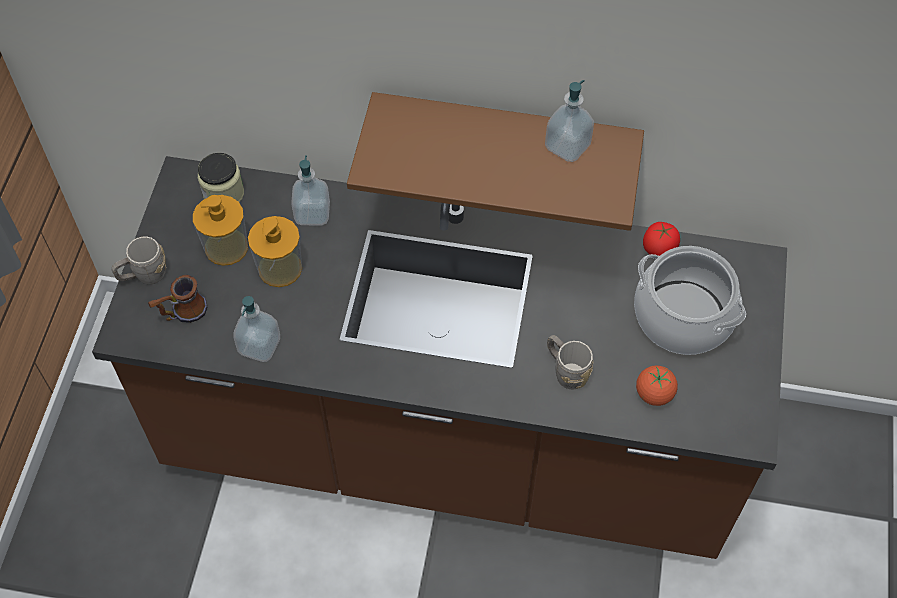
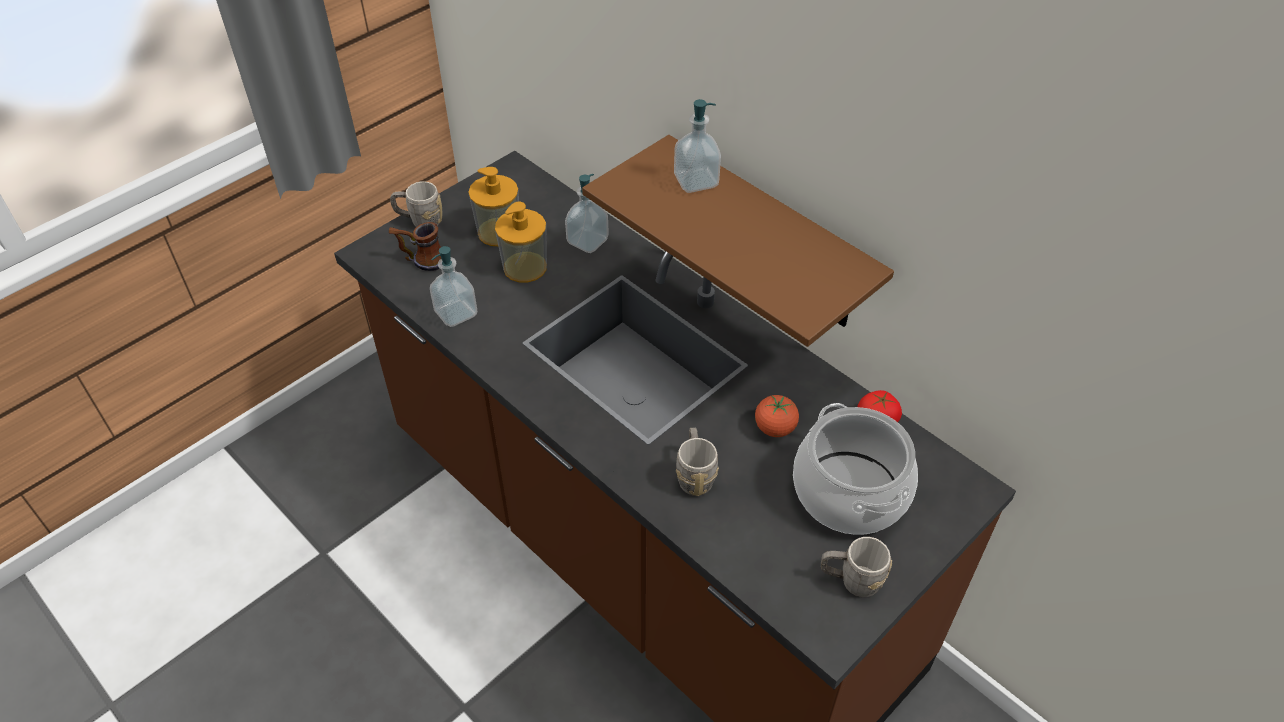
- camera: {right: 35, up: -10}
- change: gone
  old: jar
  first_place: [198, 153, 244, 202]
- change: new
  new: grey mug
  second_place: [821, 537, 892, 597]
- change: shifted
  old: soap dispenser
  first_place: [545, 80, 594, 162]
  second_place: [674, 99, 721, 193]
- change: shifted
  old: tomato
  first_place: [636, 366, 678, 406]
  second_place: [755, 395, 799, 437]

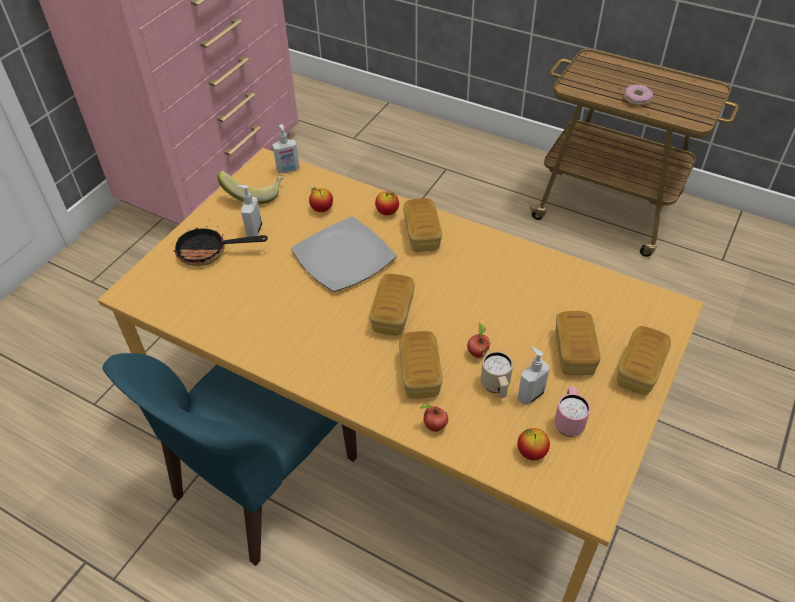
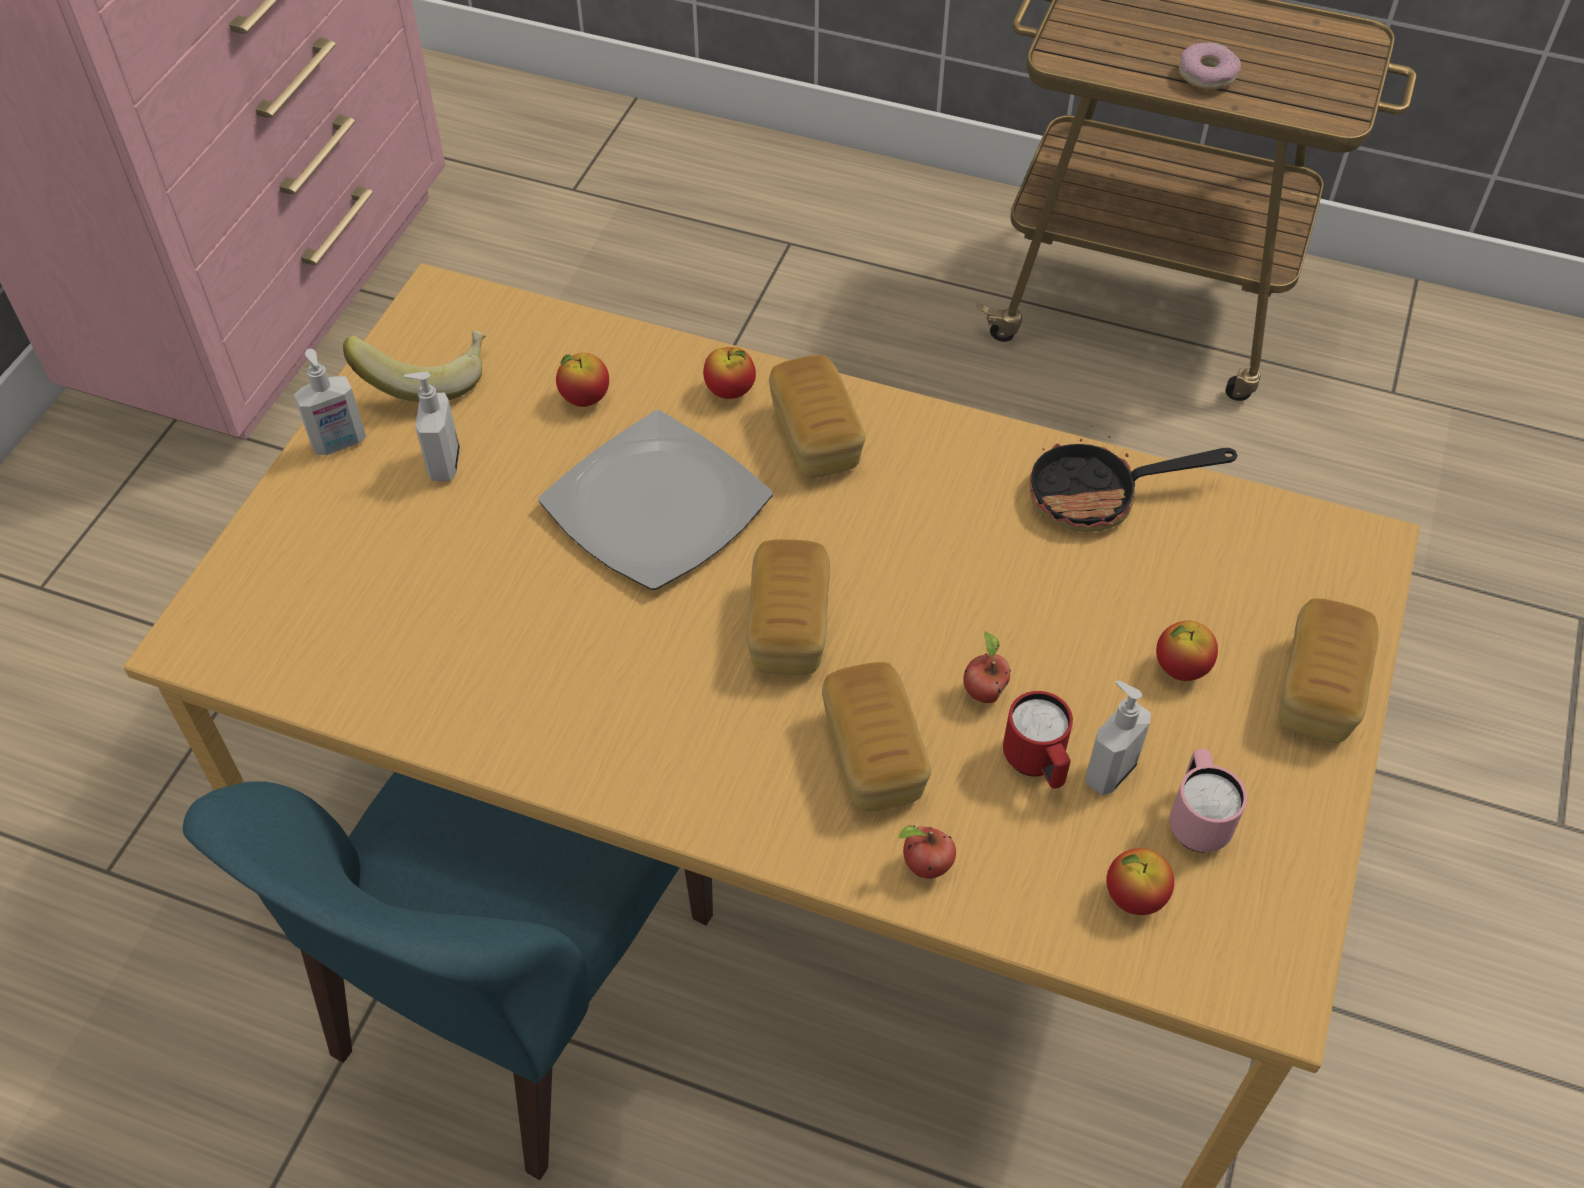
- camera: {right: -10, up: 5}
- change: shifted
  old: frying pan
  first_place: [174, 226, 268, 266]
  second_place: [1030, 426, 1237, 532]
- change: shifted
  old: soap dispenser
  first_place: [272, 124, 299, 173]
  second_place: [294, 349, 366, 455]
- change: swapped
  old: bread
  new: apple
  first_place: [556, 311, 601, 375]
  second_place: [1156, 621, 1218, 681]
- change: repainted
  old: beige mug
  new: red mug
  first_place: [481, 351, 513, 398]
  second_place: [1003, 691, 1073, 789]

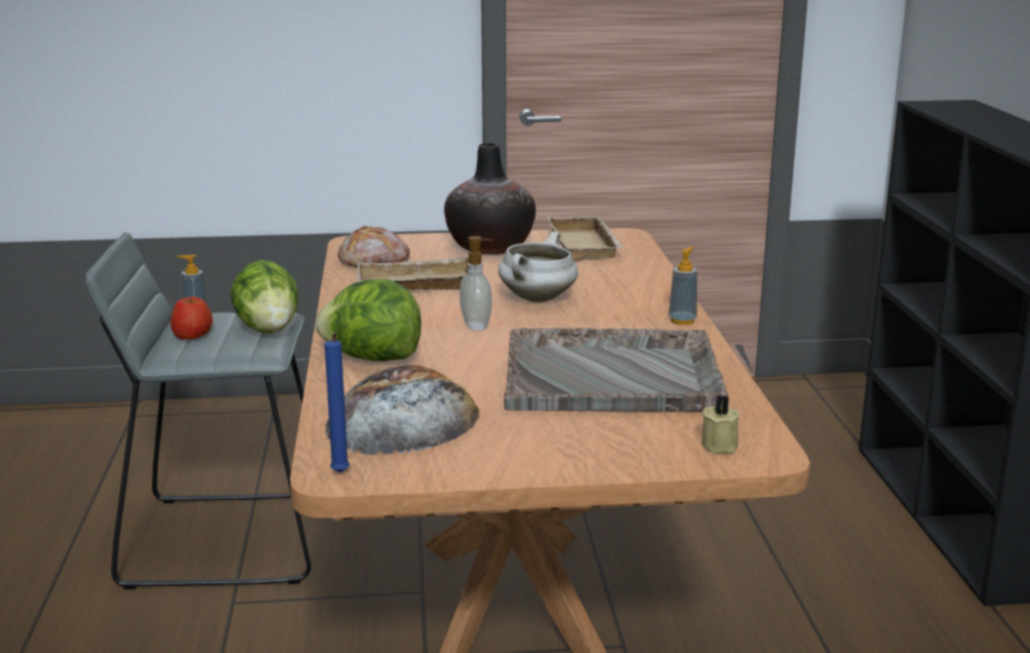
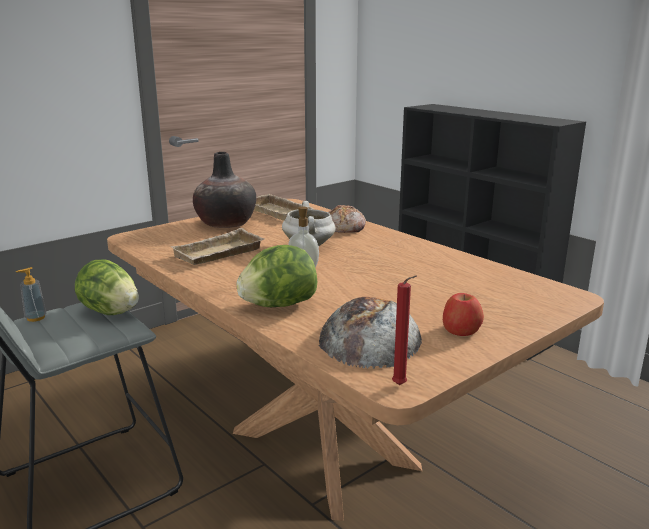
- camera: {right: -35, up: 0}
- change: gone
  old: grey tray
  first_place: [504, 328, 728, 412]
- change: gone
  old: soap dispenser
  first_place: [668, 246, 697, 325]
- change: gone
  old: beige candle
  first_place: [702, 395, 739, 453]
- change: shifted
  old: apple
  first_place: [171, 297, 212, 340]
  second_place: [443, 293, 484, 336]
- change: shifted
  old: bread
  first_place: [338, 226, 410, 267]
  second_place: [328, 205, 366, 233]
- change: repainted
  old: blue candle
  new: red candle
  first_place: [325, 333, 350, 473]
  second_place: [392, 276, 417, 385]

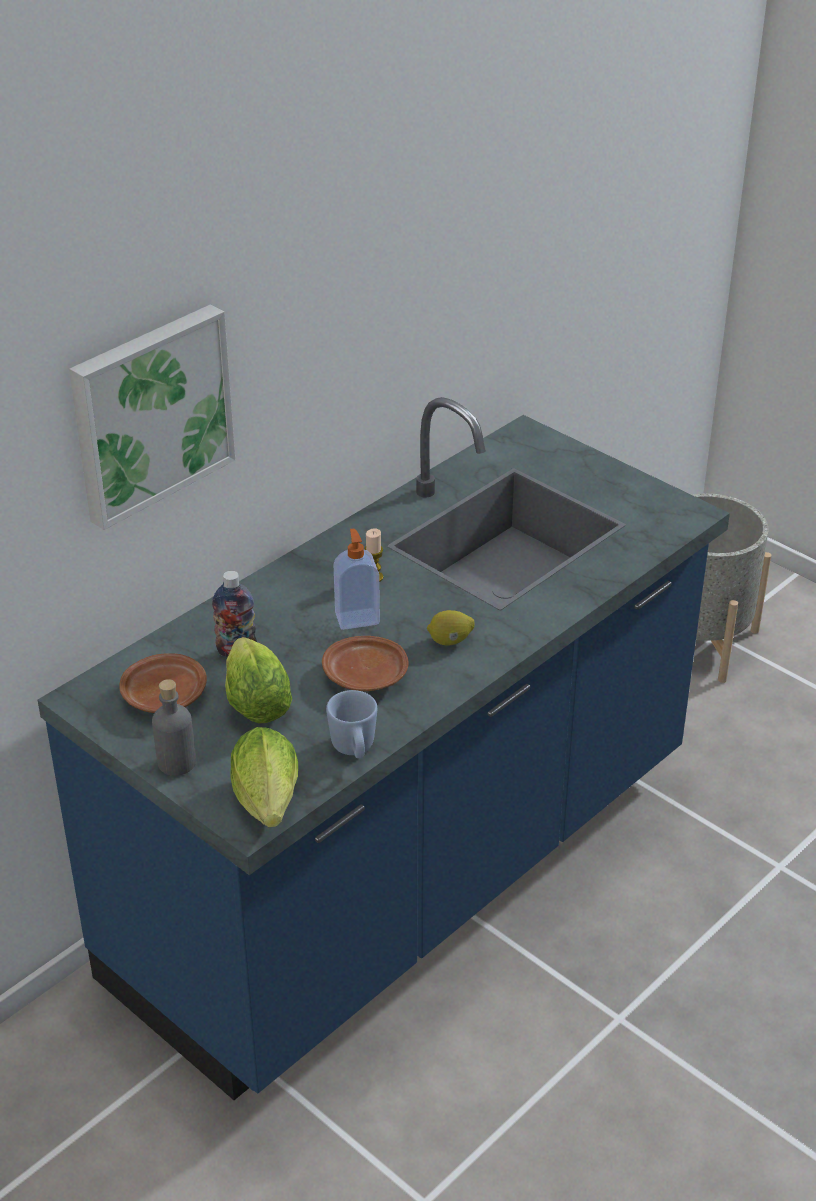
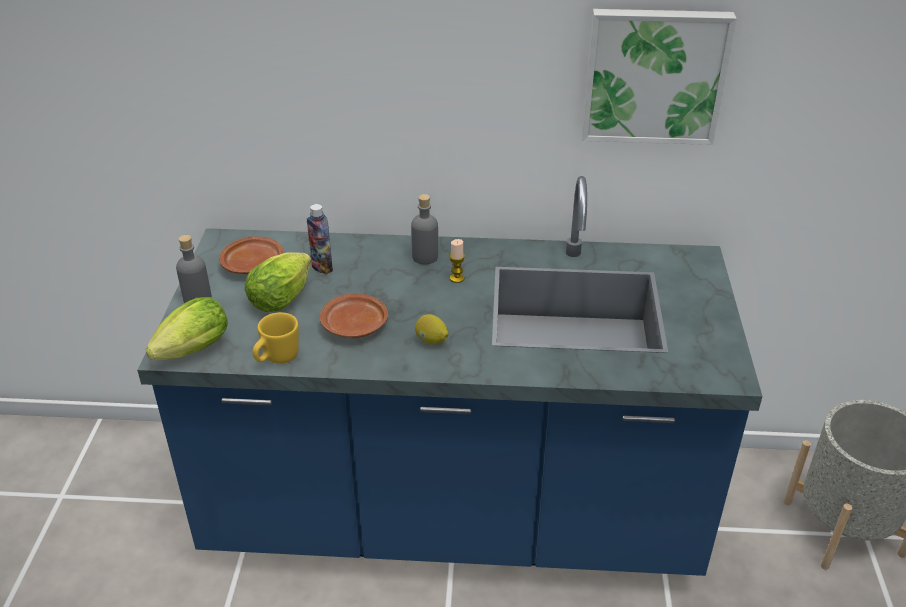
- camera: {right: 50, up: 0}
- change: gone
  old: soap dispenser
  first_place: [333, 528, 380, 630]
- change: new
  new: grey bottle
  second_place: [411, 194, 438, 264]
- change: shifted
  old: picture
  first_place: [69, 305, 235, 530]
  second_place: [582, 9, 737, 145]
- change: repainted
  old: blue mug
  new: yellow mug
  first_place: [326, 690, 377, 758]
  second_place: [252, 312, 299, 364]

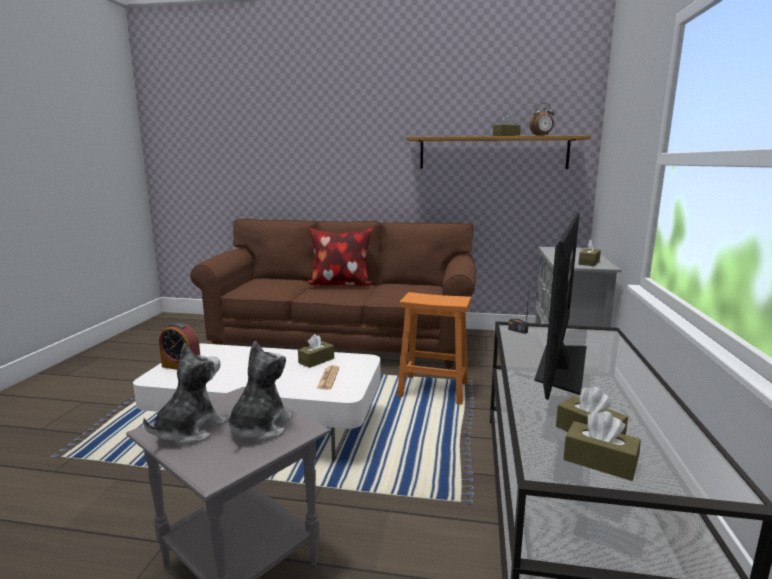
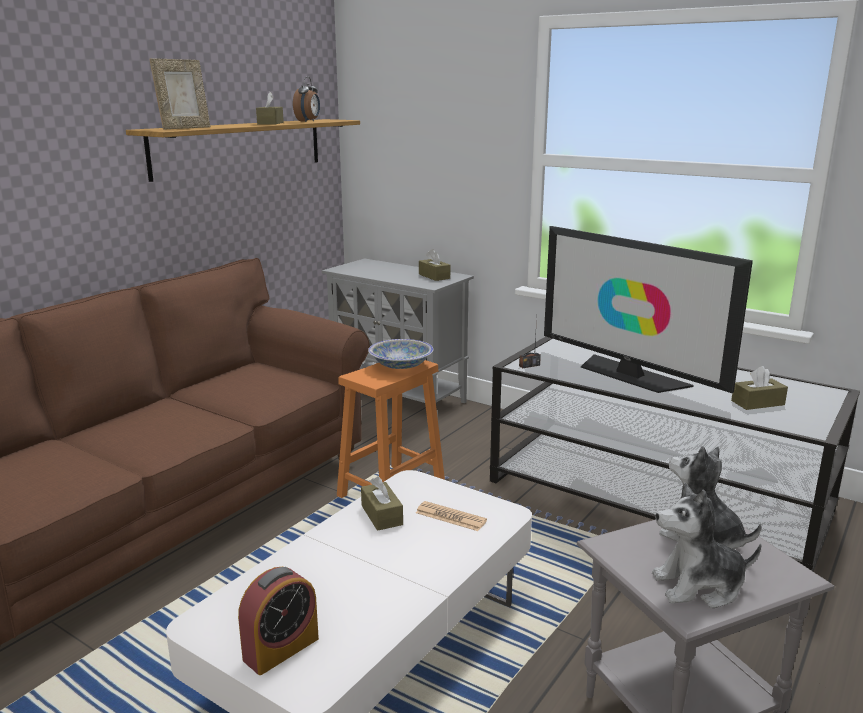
- camera: {right: -65, up: 5}
- change: gone
  old: pillow
  first_place: [307, 228, 373, 286]
- change: gone
  old: brown tissue box
  first_place: [563, 411, 641, 481]
- change: new
  new: picture frame
  second_place: [149, 58, 210, 130]
- change: new
  new: bowl
  second_place: [368, 339, 433, 369]
- change: rotated
  old: plush toy
  first_place: [143, 343, 227, 445]
  second_place: [652, 483, 762, 608]
  degrees: -60

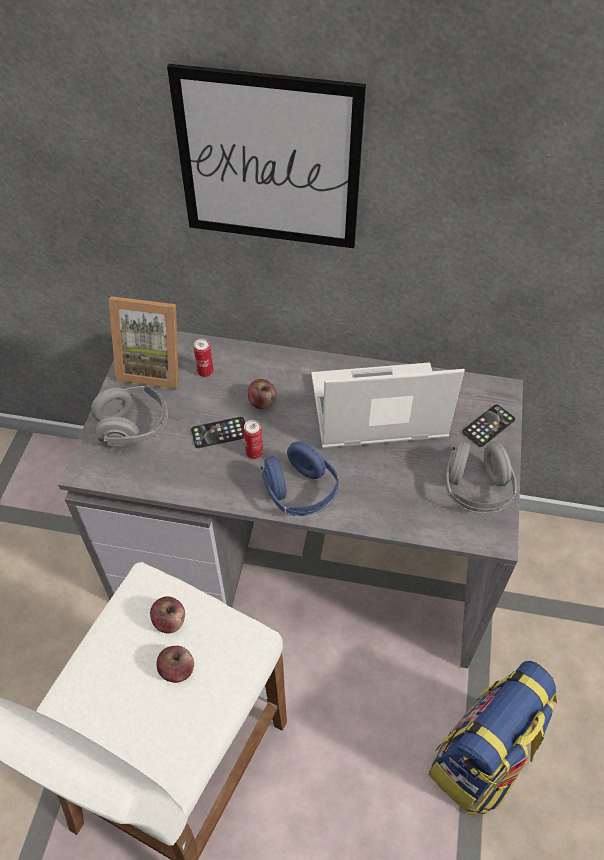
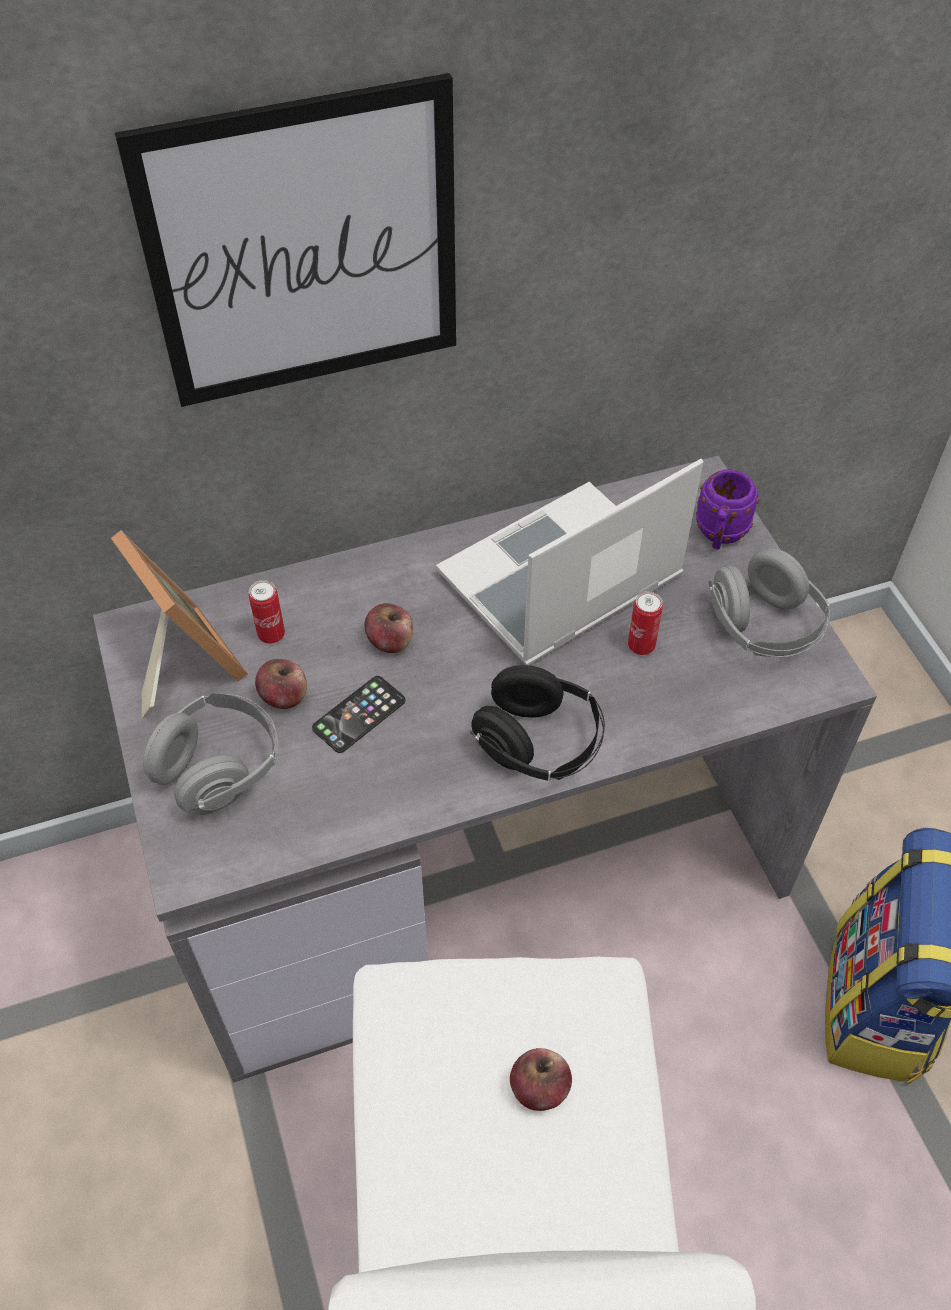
- camera: {right: -30, up: 0}
- change: shifted
  old: apple
  first_place: [150, 596, 185, 633]
  second_place: [255, 659, 307, 709]
- change: shifted
  old: can
  first_place: [244, 420, 263, 459]
  second_place: [628, 591, 663, 655]
- change: swapped
  old: phone
  new: purple mug
  first_place: [462, 404, 515, 447]
  second_place: [696, 469, 759, 549]
- change: repainted
  old: blue headphones
  new: black headphones
  first_place: [261, 441, 339, 516]
  second_place: [470, 665, 605, 781]
- change: rotated
  old: picture frame
  first_place: [109, 296, 179, 389]
  second_place: [111, 530, 248, 718]
  degrees: -105

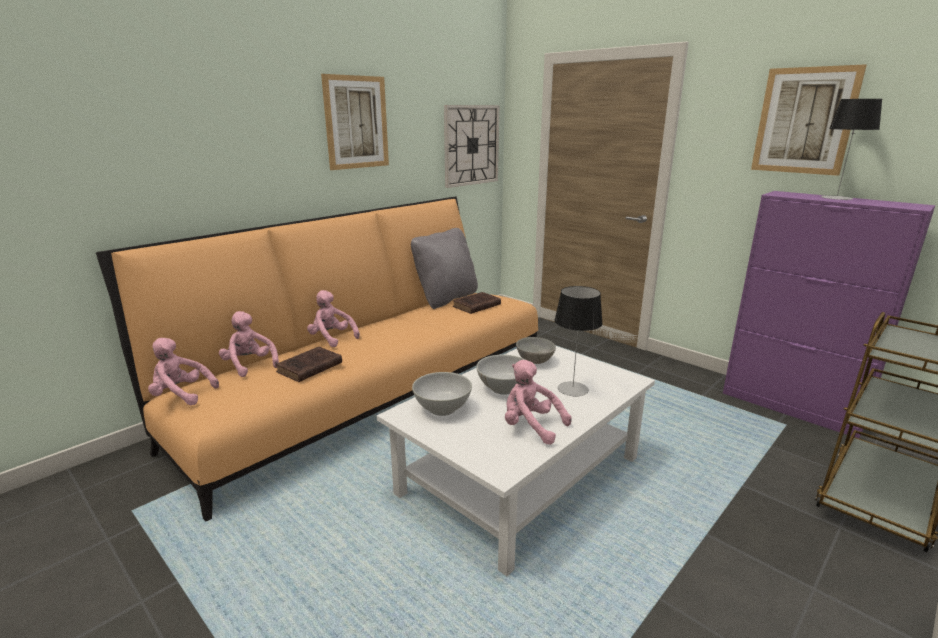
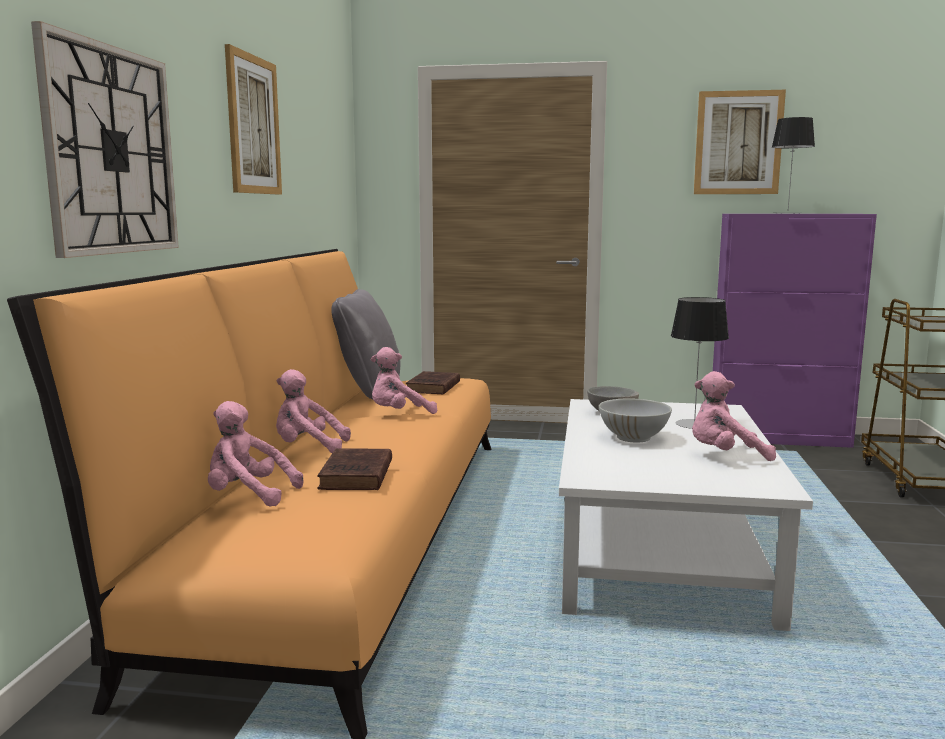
- camera: {right: -35, up: -10}
- change: gone
  old: white bowl
  first_place: [412, 372, 472, 416]
- change: shifted
  old: pink plush toy
  first_place: [148, 338, 219, 405]
  second_place: [371, 347, 437, 414]
- change: shifted
  old: wall clock
  first_place: [444, 105, 499, 188]
  second_place: [31, 21, 179, 258]

